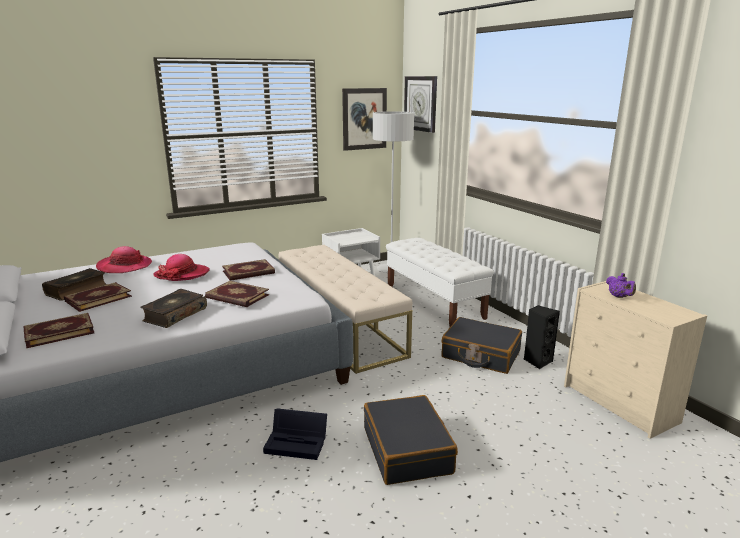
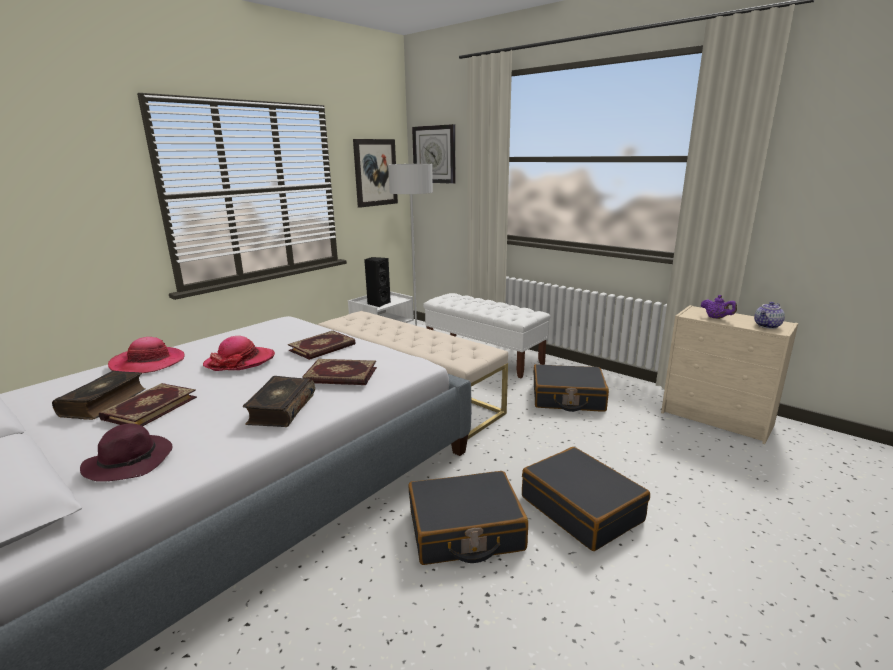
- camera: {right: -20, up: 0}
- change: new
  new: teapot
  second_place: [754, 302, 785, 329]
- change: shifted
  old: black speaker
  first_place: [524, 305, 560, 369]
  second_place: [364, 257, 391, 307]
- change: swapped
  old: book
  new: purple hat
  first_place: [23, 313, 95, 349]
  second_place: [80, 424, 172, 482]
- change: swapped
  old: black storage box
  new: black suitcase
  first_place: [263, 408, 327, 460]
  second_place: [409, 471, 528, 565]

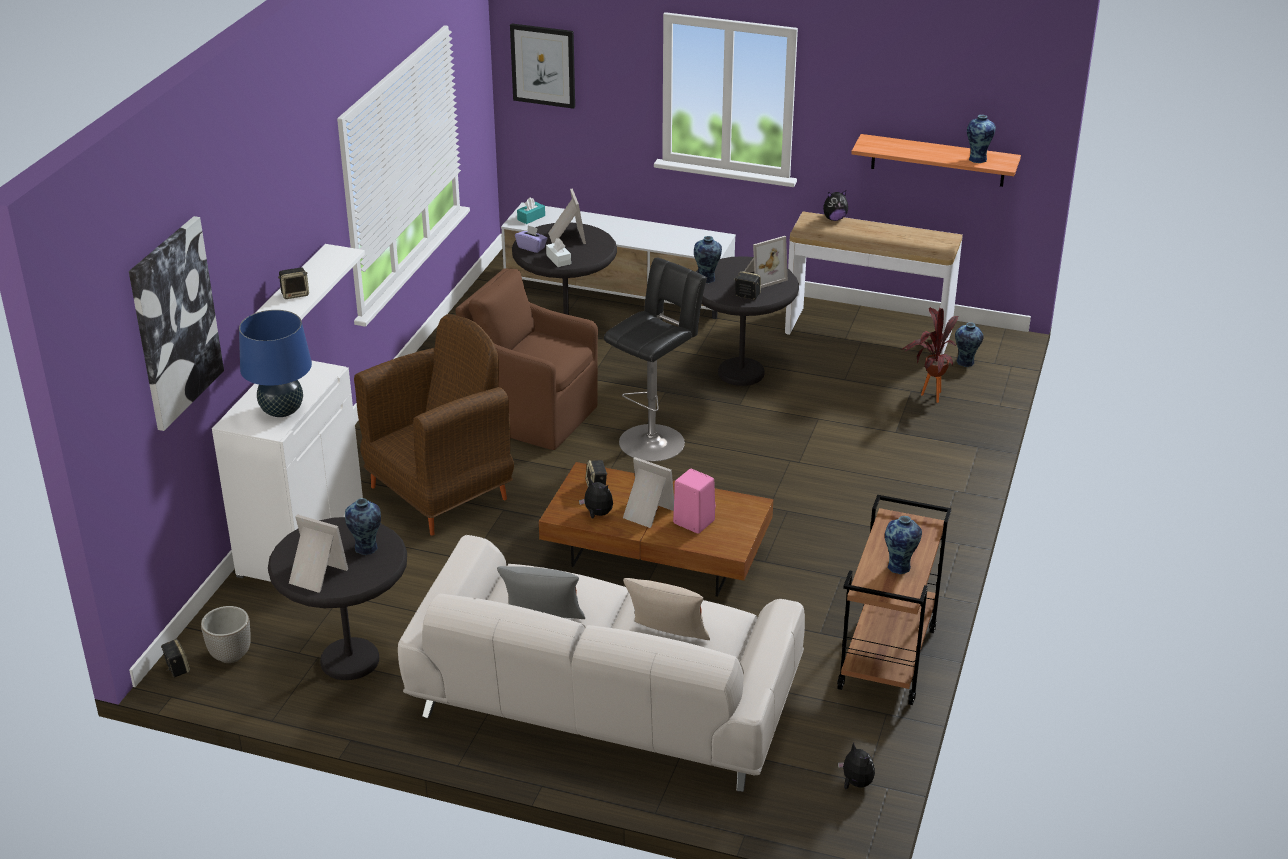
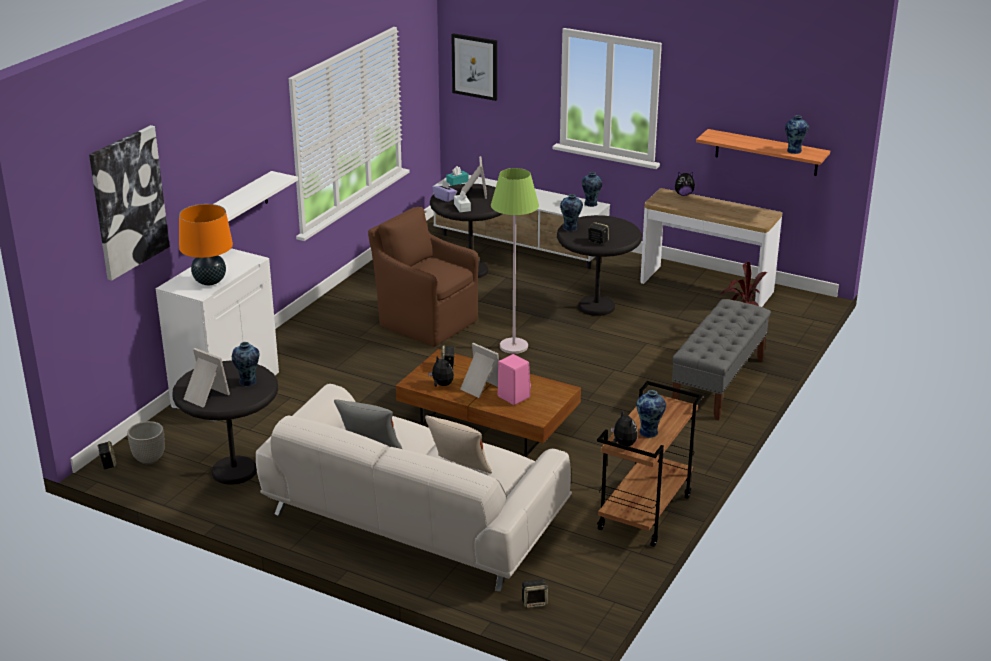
- camera: {right: 10, up: -5}
- change: gone
  old: brown armchair
  first_place: [354, 314, 514, 536]
- change: gone
  old: picture frame
  first_place: [744, 236, 788, 288]
- change: new
  new: grey bench
  second_place: [672, 299, 771, 420]
- change: shifted
  old: speaker
  first_place: [278, 267, 309, 299]
  second_place: [521, 579, 548, 608]
- change: shifted
  old: plush toy
  first_place: [838, 742, 875, 790]
  second_place: [611, 410, 638, 446]
- change: shifted
  old: vase
  first_place: [955, 322, 984, 367]
  second_place: [582, 172, 602, 207]
- change: swapped
  old: black stool
  new: green floor lamp
  first_place: [604, 258, 707, 461]
  second_place: [491, 168, 539, 354]
- change: repainted
  old: blue table lamp
  new: orange table lamp
  first_place: [239, 310, 312, 417]
  second_place: [179, 204, 233, 285]

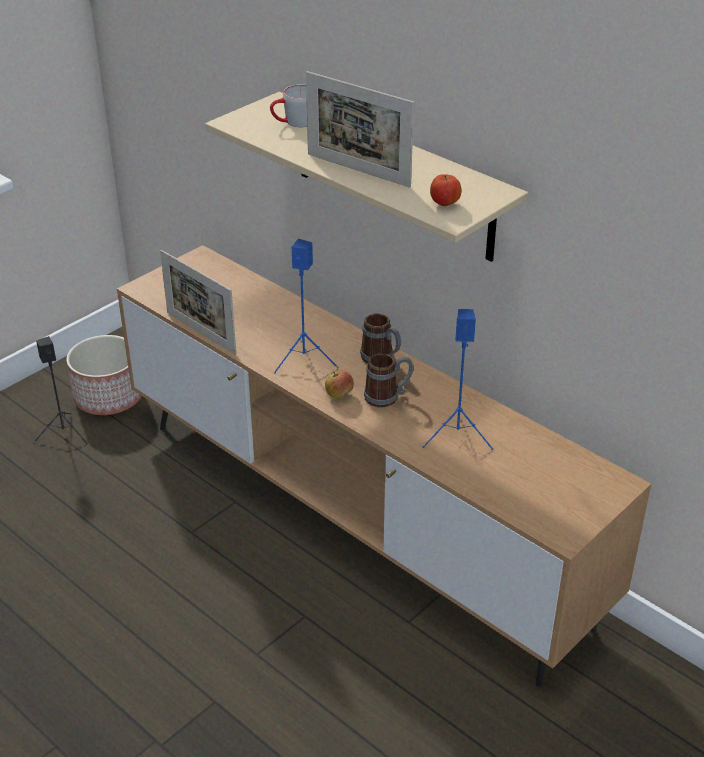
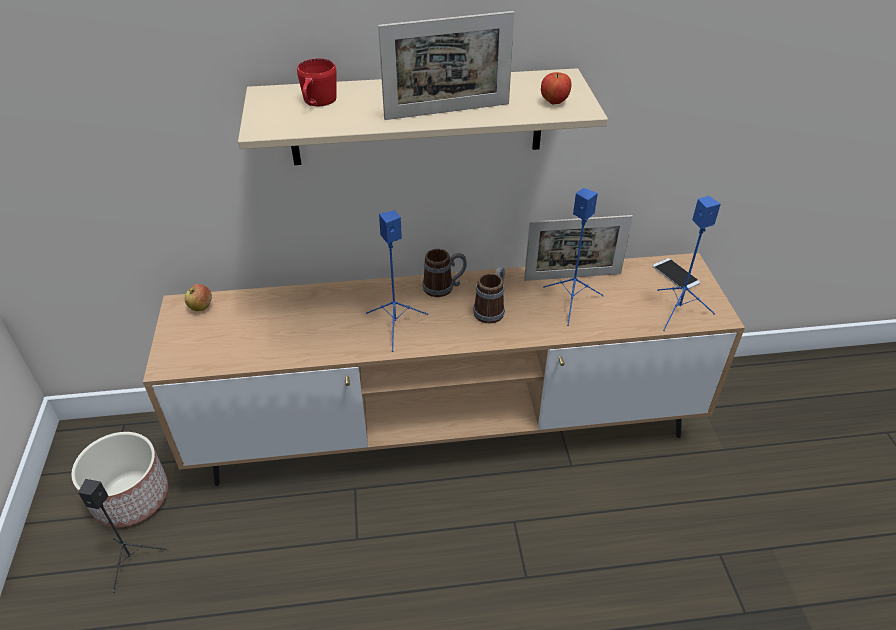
- camera: {right: -50, up: 5}
- change: new
  new: phone
  second_place: [652, 258, 700, 290]
- change: new
  new: blue speaker
  second_place: [657, 196, 721, 331]
- change: shifted
  old: picture frame
  first_place: [160, 250, 236, 355]
  second_place: [524, 215, 633, 281]
- change: shifted
  old: apple
  first_place: [325, 370, 354, 399]
  second_place: [185, 284, 212, 311]
- change: repainted
  old: grey mug
  new: red mug
  first_place: [270, 85, 307, 127]
  second_place: [297, 58, 337, 106]

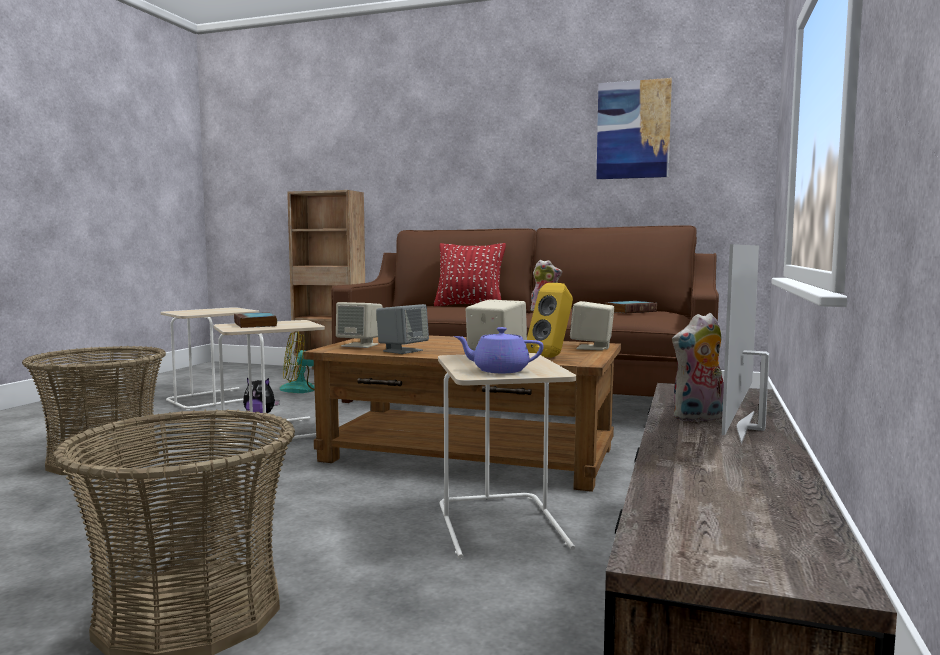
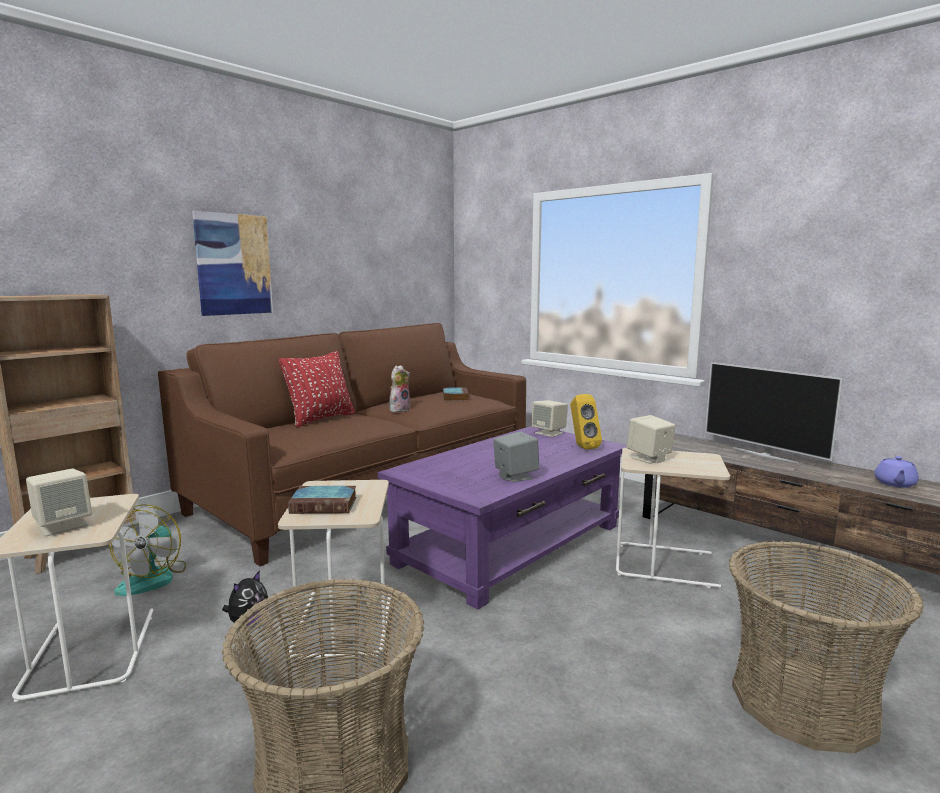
- camera: {right: -65, up: 5}
- change: gone
  old: plush toy
  first_place: [672, 313, 724, 422]
- change: shifted
  old: beige speaker
  first_place: [336, 302, 382, 348]
  second_place: [26, 469, 92, 537]
- change: shifted
  old: purple teapot
  first_place: [454, 327, 544, 373]
  second_place: [874, 456, 919, 488]
- change: shifted
  old: picture
  first_place: [596, 78, 672, 179]
  second_place: [192, 211, 273, 316]
- change: repainted
  old: brown coffee table
  new: purple coffee table
  first_place: [303, 335, 621, 492]
  second_place: [378, 426, 627, 610]

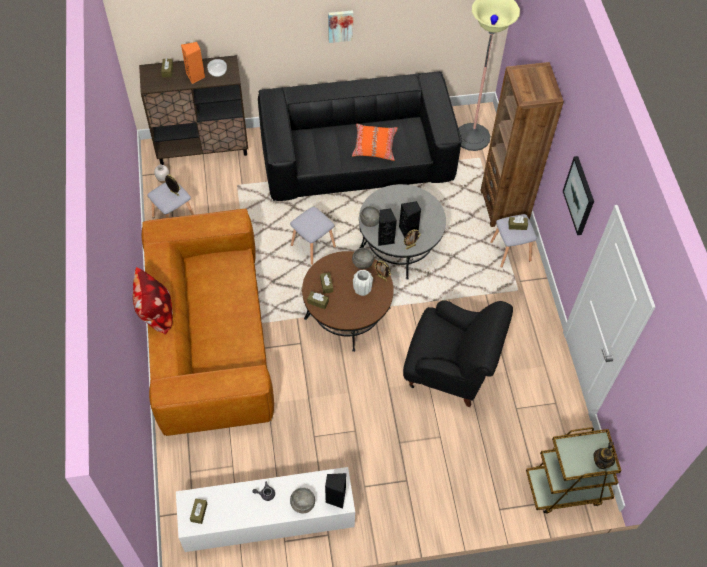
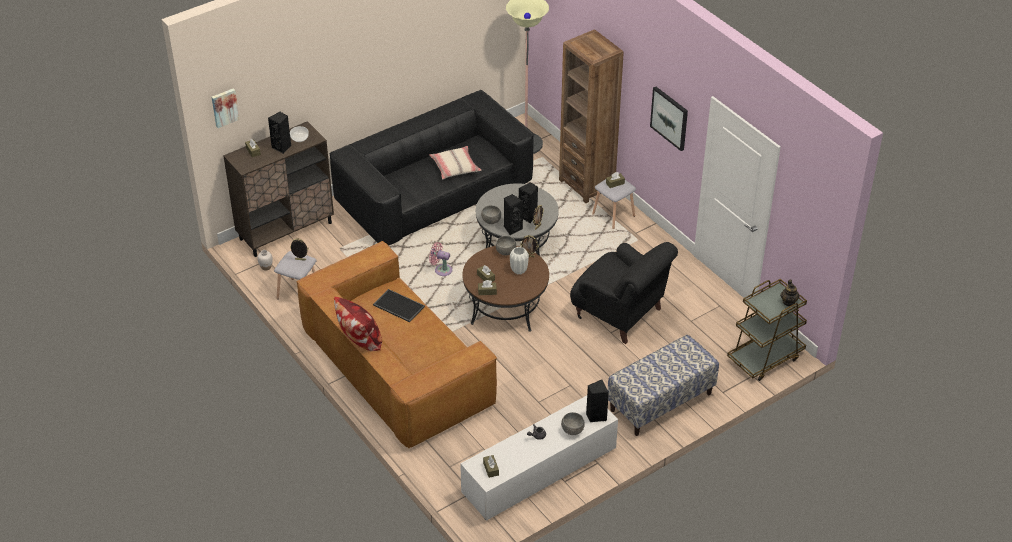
- camera: {right: -25, up: -15}
- change: new
  new: tray
  second_place: [373, 289, 425, 322]
- change: new
  new: bench
  second_place: [608, 335, 719, 436]
- change: shifted
  old: picture
  first_place: [328, 10, 353, 43]
  second_place: [212, 88, 240, 128]
- change: swapped
  old: grey stool
  new: pink fan
  first_place: [290, 207, 336, 265]
  second_place: [429, 242, 452, 276]
- change: repainted
  old: orange speaker
  new: black speaker
  first_place: [181, 42, 205, 84]
  second_place: [268, 112, 291, 154]
- change: repainted
  old: orange pillow
  new: beige pillow
  first_place: [352, 124, 398, 161]
  second_place: [430, 146, 482, 179]
- change: rotated
  old: black armchair
  first_place: [403, 300, 513, 407]
  second_place: [570, 242, 678, 344]
  degrees: 45

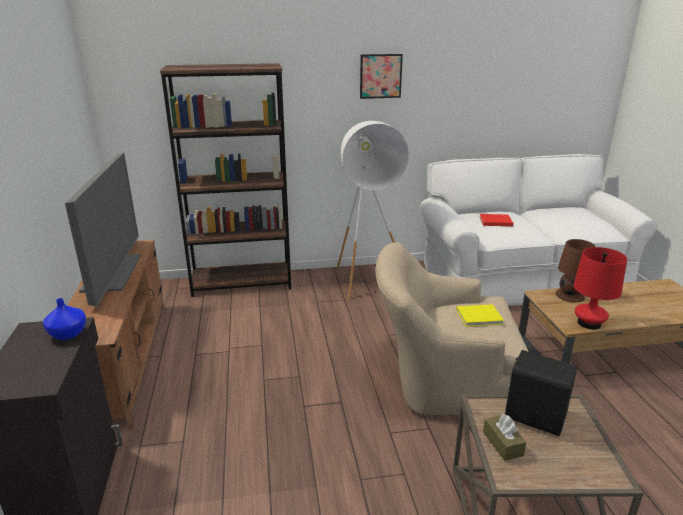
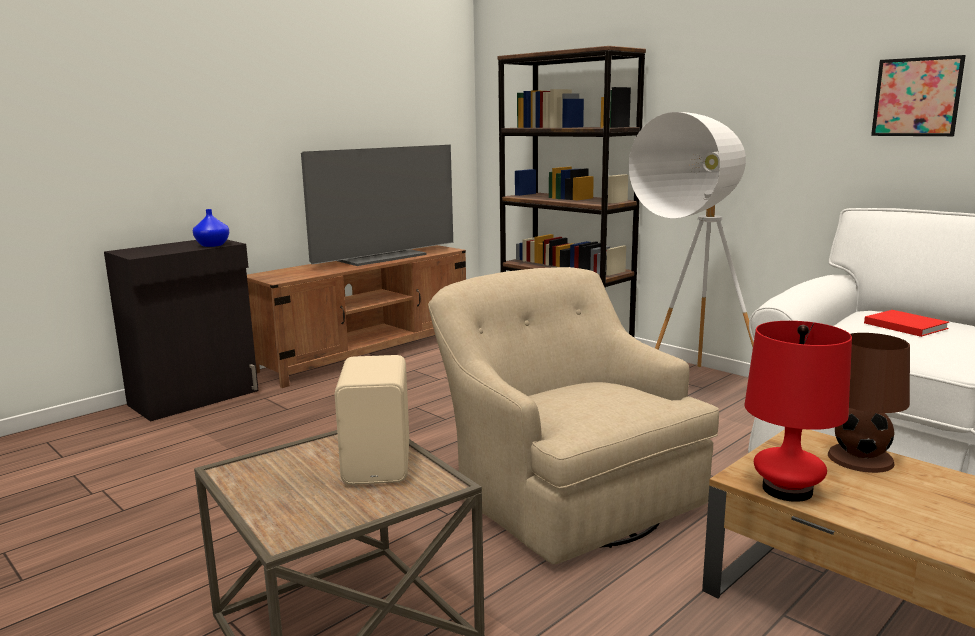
- camera: {right: 55, up: -10}
- change: gone
  old: yellow book
  first_place: [456, 304, 504, 327]
- change: gone
  old: brown tissue box
  first_place: [483, 414, 526, 461]
- change: shifted
  old: picture
  first_place: [360, 54, 403, 99]
  second_place: [871, 55, 966, 136]
- change: repainted
  old: black speaker
  new: beige speaker
  first_place: [505, 350, 577, 436]
  second_place: [335, 355, 409, 485]

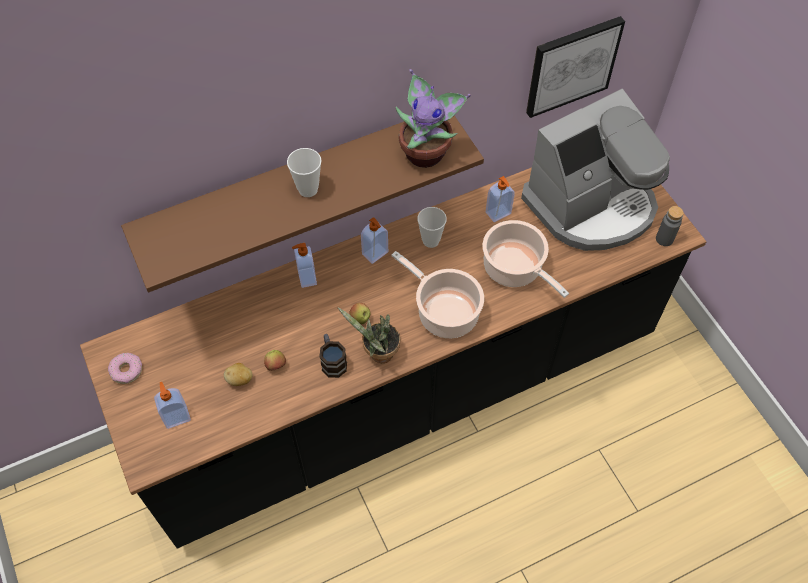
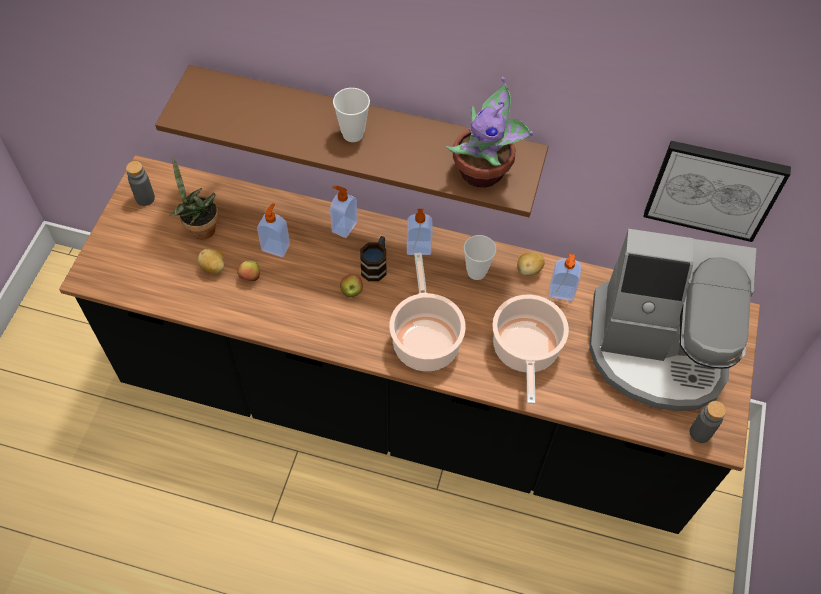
- camera: {right: 40, up: 0}
- change: new
  new: potato
  second_place: [517, 252, 545, 276]
- change: shifted
  old: soap dispenser
  first_place: [154, 382, 191, 429]
  second_place: [257, 203, 290, 257]
- change: shifted
  old: mug
  first_place: [319, 334, 347, 378]
  second_place: [360, 236, 386, 281]
- change: shifted
  old: potted plant
  first_place: [338, 308, 400, 363]
  second_place: [170, 156, 219, 239]
- change: swapped
  old: donut
  new: grey bottle
  first_place: [108, 353, 142, 384]
  second_place: [126, 161, 155, 206]

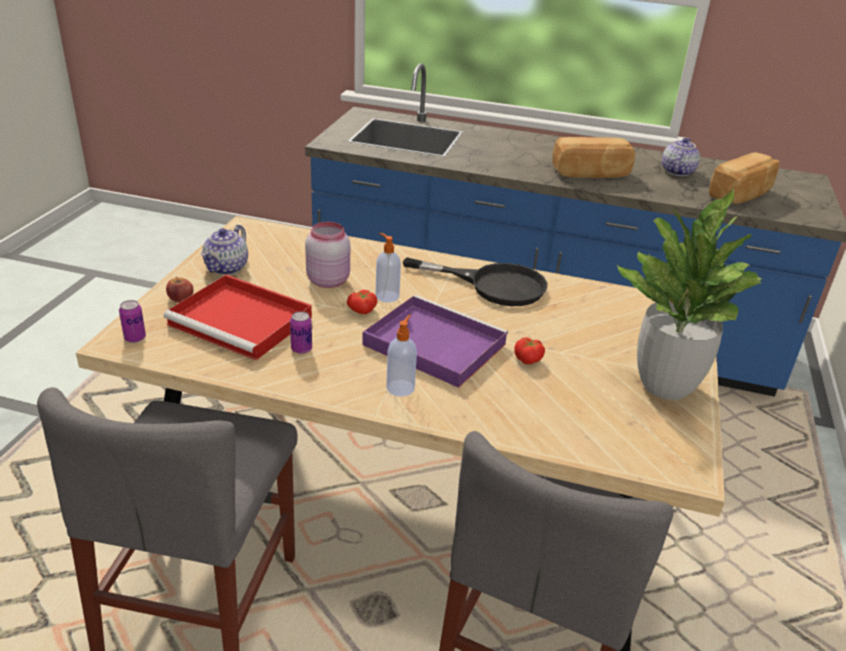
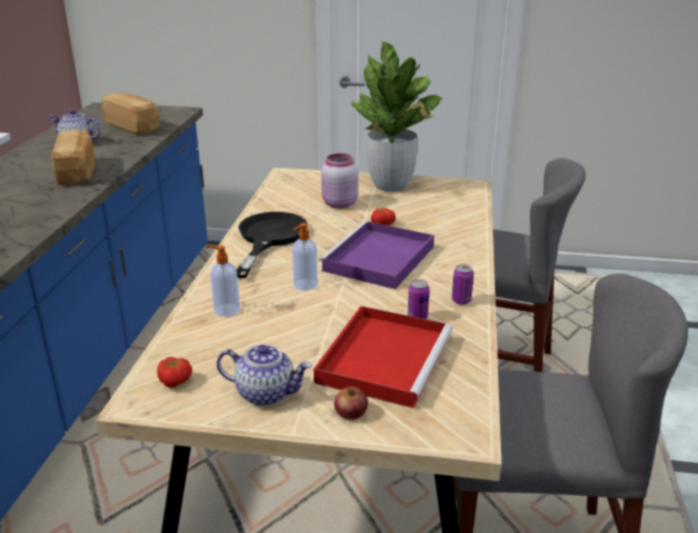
- camera: {right: -95, up: -5}
- change: shifted
  old: can
  first_place: [119, 300, 146, 343]
  second_place: [452, 264, 474, 305]
- change: shifted
  old: pink jar
  first_place: [305, 222, 350, 288]
  second_place: [321, 153, 358, 208]
- change: shifted
  old: tomato
  first_place: [347, 290, 377, 314]
  second_place: [157, 357, 192, 387]
- change: shifted
  old: soap dispenser
  first_place: [386, 314, 417, 397]
  second_place: [206, 245, 240, 317]

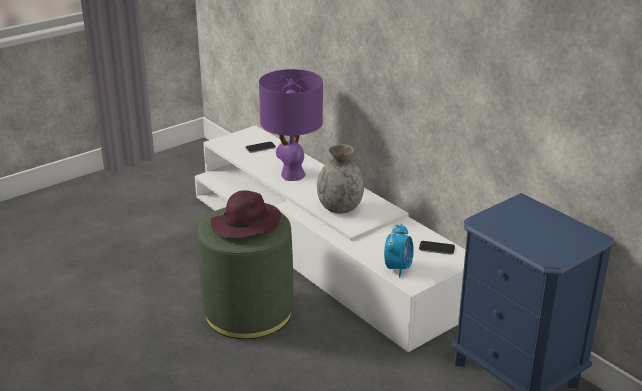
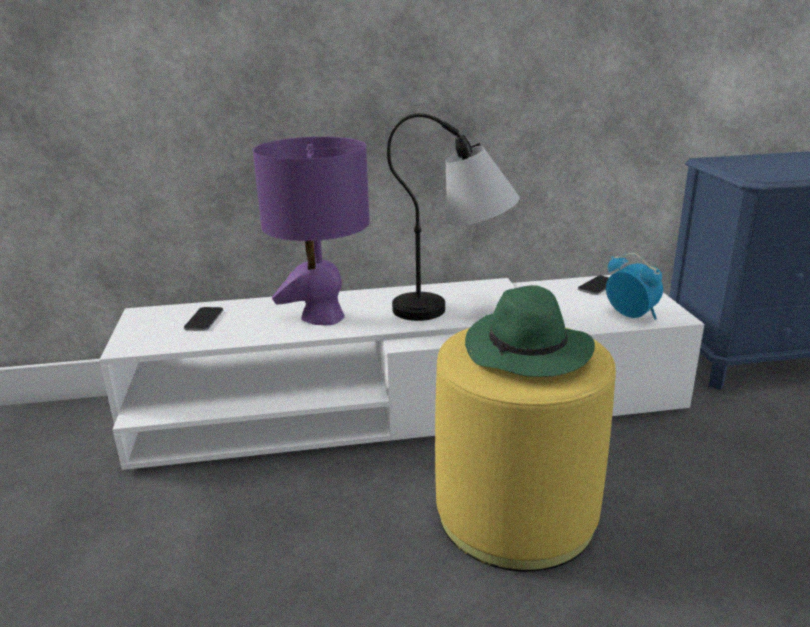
- camera: {right: -60, up: -5}
- change: swapped
  old: grey vase
  new: table lamp
  first_place: [317, 144, 364, 213]
  second_place: [387, 113, 520, 321]
- change: repainted
  old: green ottoman
  new: yellow ottoman
  first_place: [198, 207, 293, 339]
  second_place: [435, 327, 616, 572]
- change: repainted
  old: purple hat
  new: green hat
  first_place: [211, 190, 281, 238]
  second_place: [465, 285, 595, 377]

